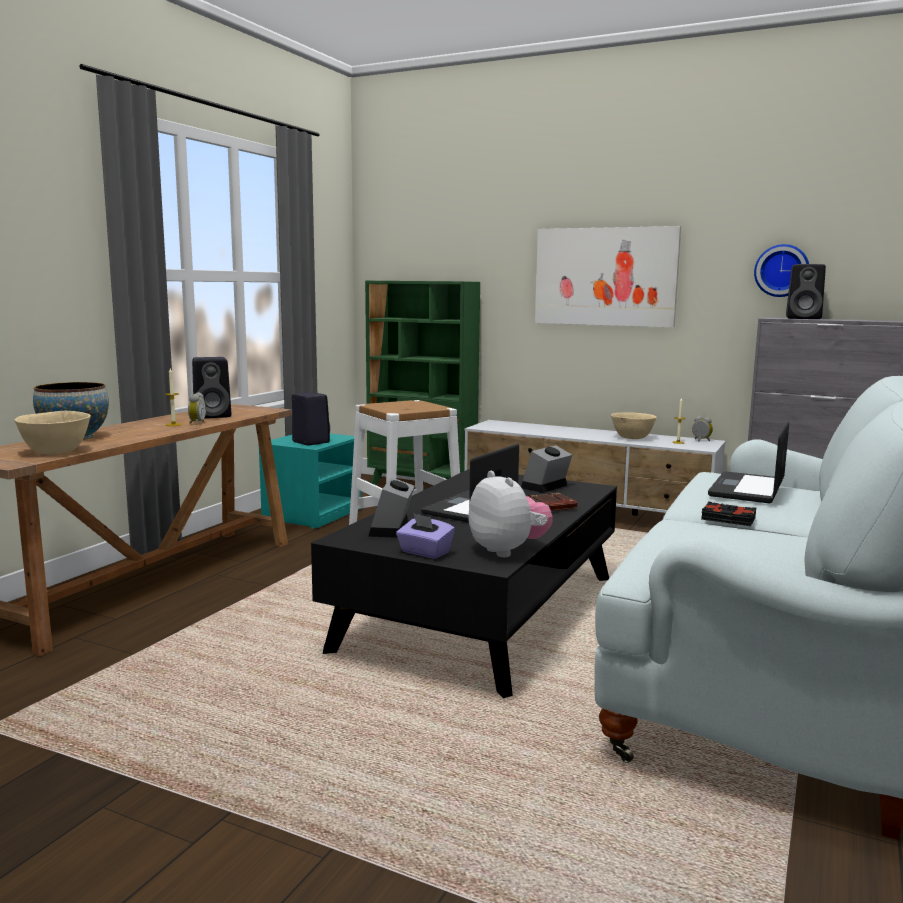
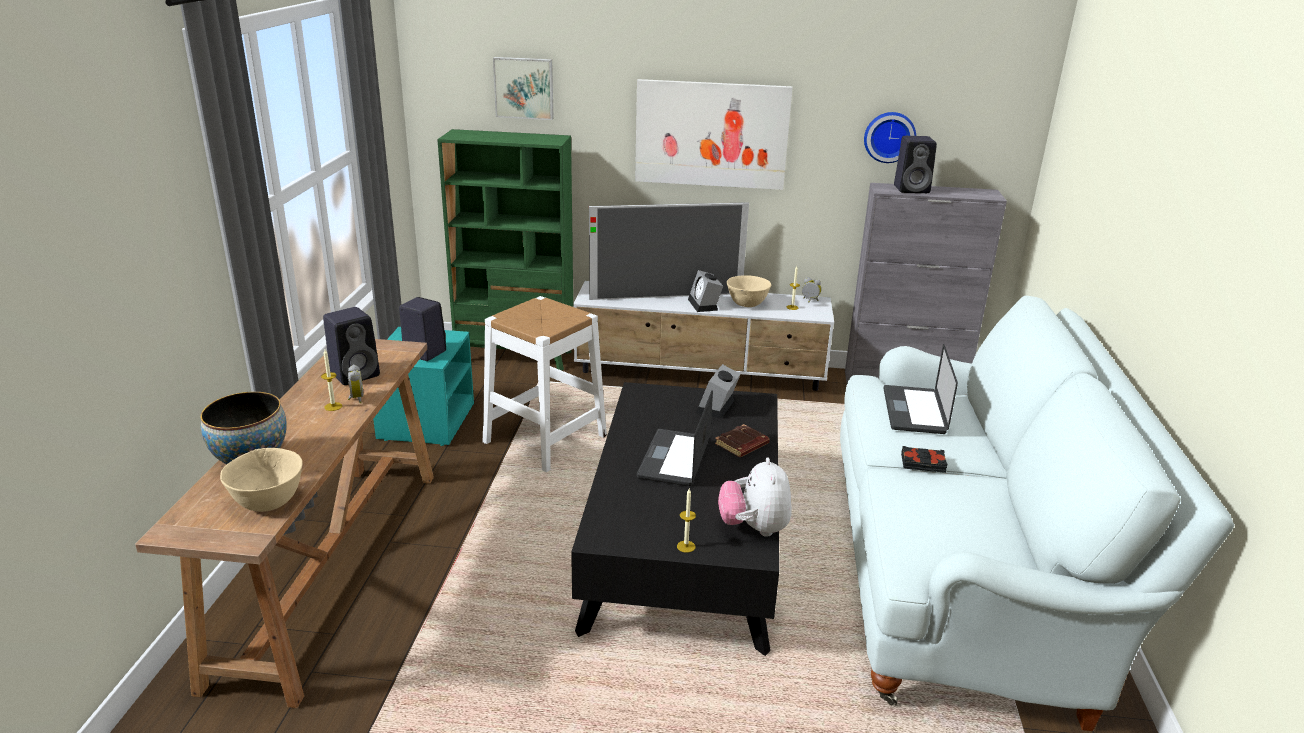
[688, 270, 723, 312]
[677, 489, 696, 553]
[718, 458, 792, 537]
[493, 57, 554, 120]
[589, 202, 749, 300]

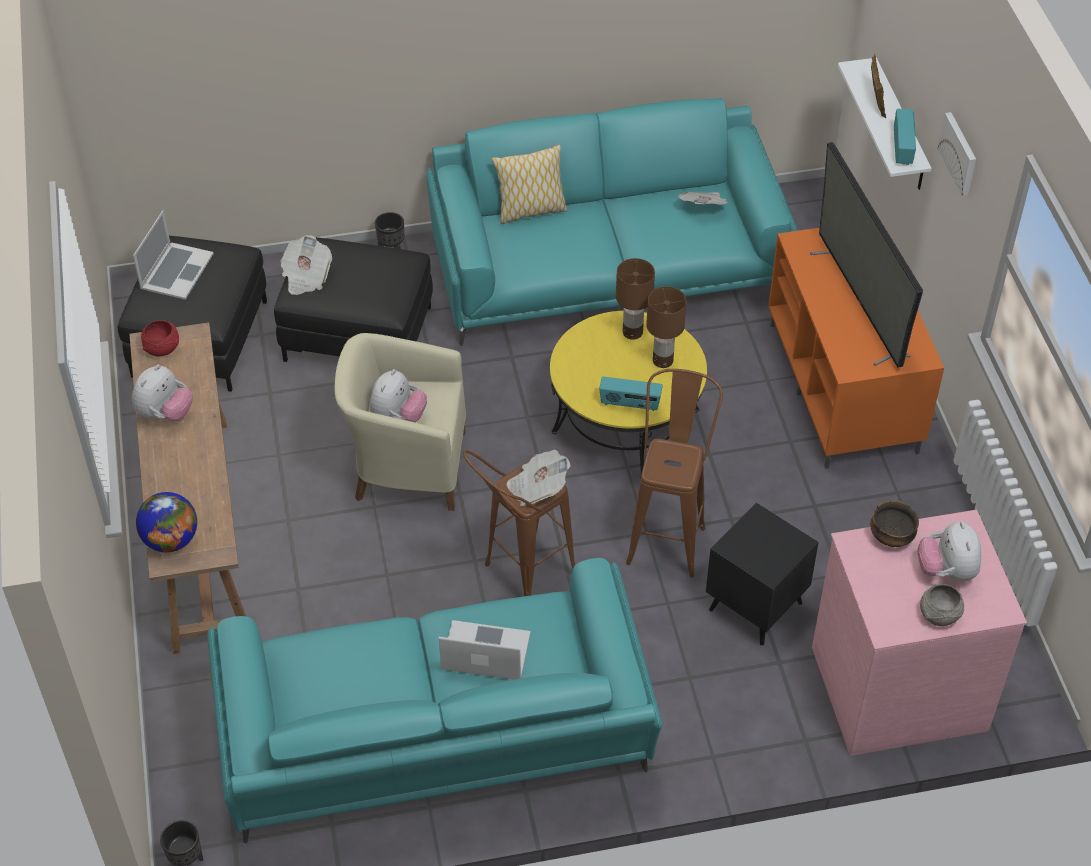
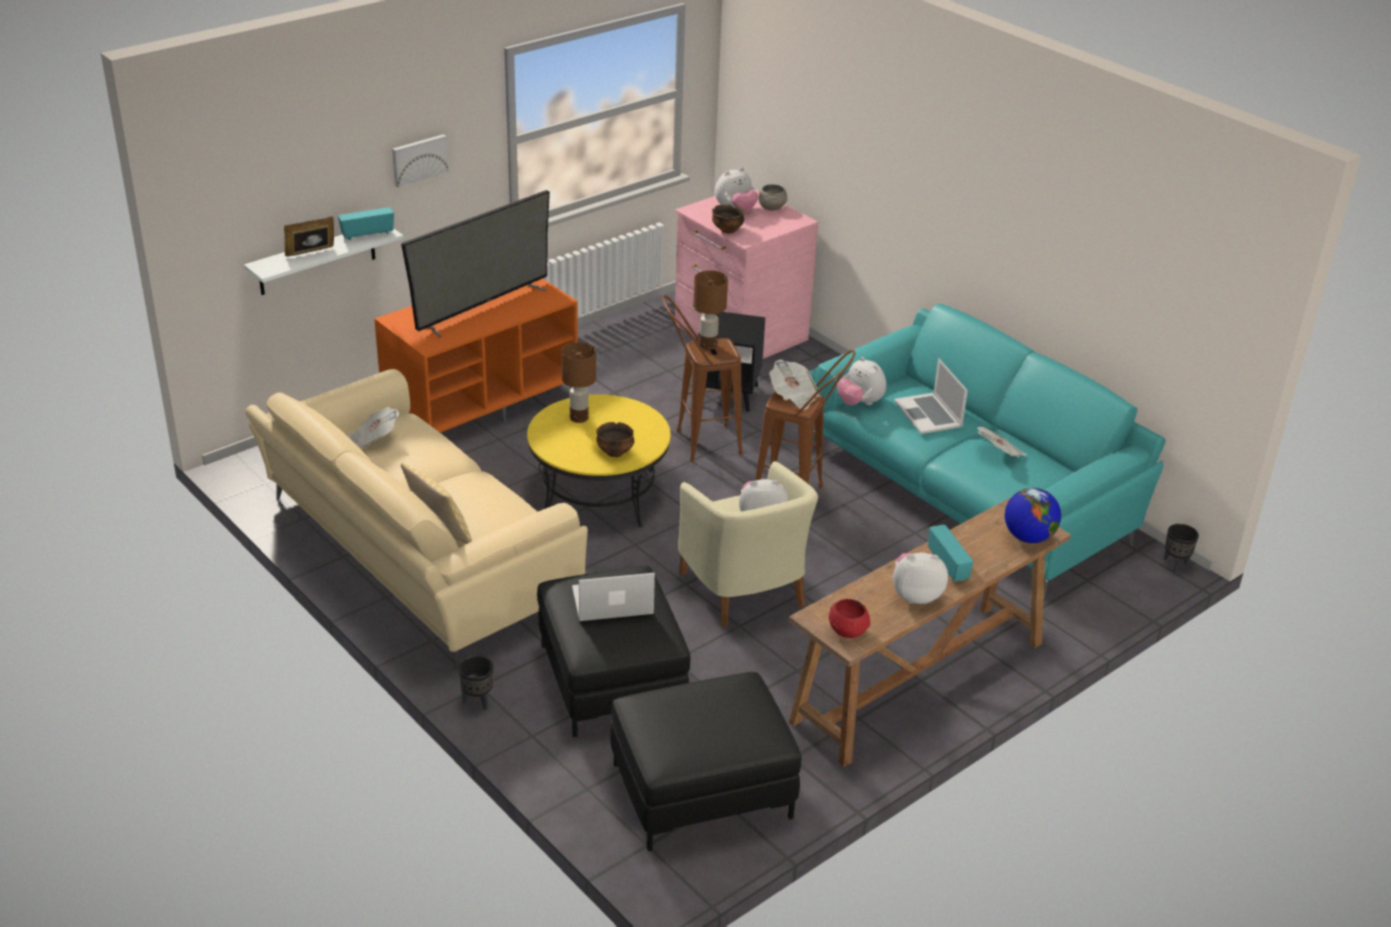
[572, 573, 655, 621]
[977, 427, 1027, 457]
[245, 369, 588, 670]
[928, 524, 974, 581]
[693, 270, 728, 350]
[596, 422, 634, 457]
[837, 357, 886, 405]

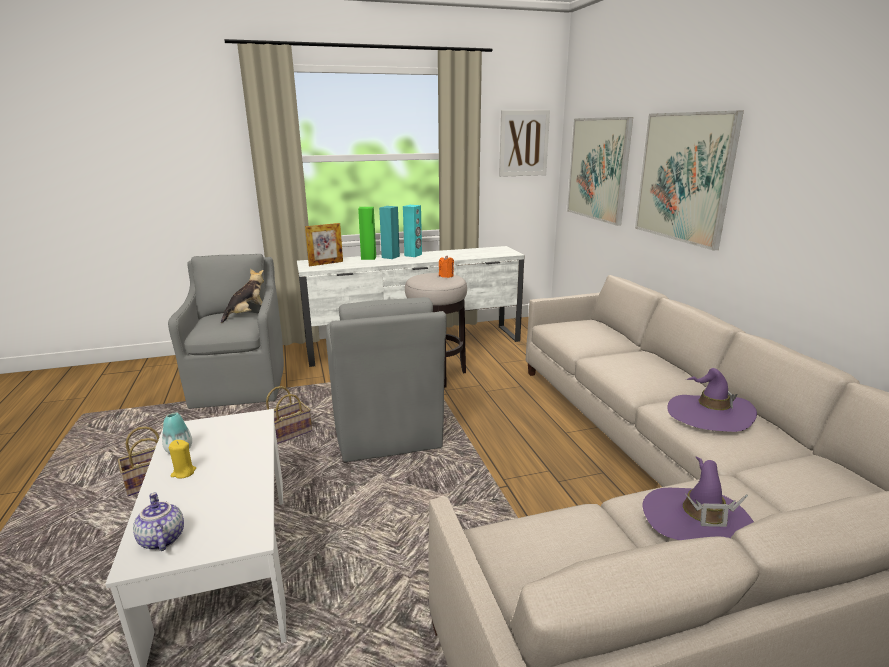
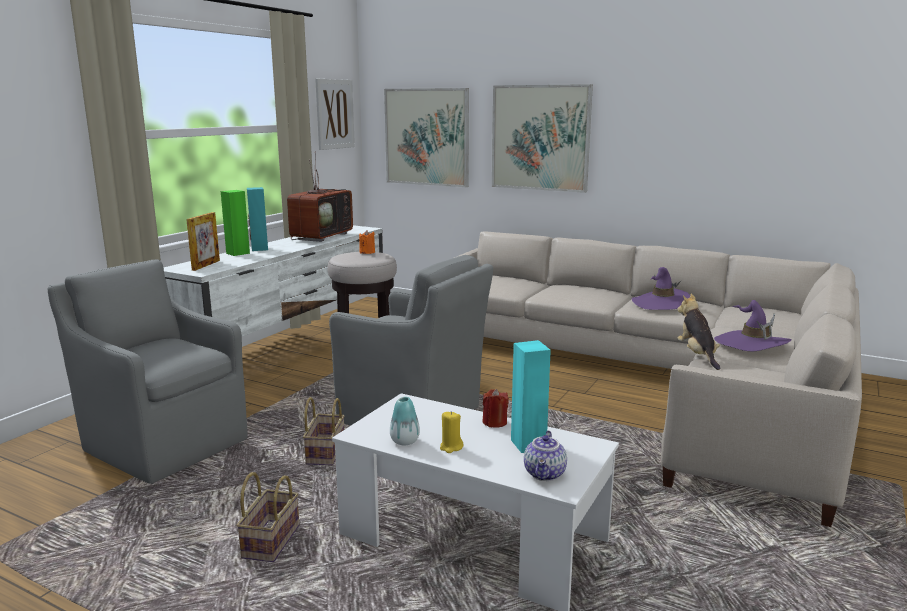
[524, 431, 567, 481]
[677, 293, 720, 370]
[511, 340, 551, 453]
[287, 152, 353, 242]
[483, 389, 509, 428]

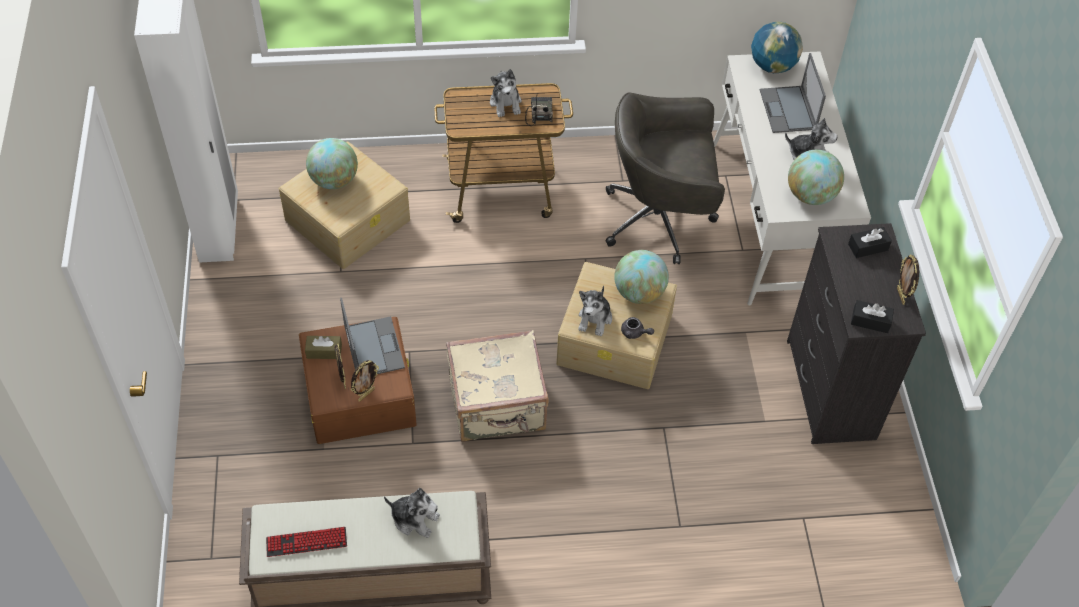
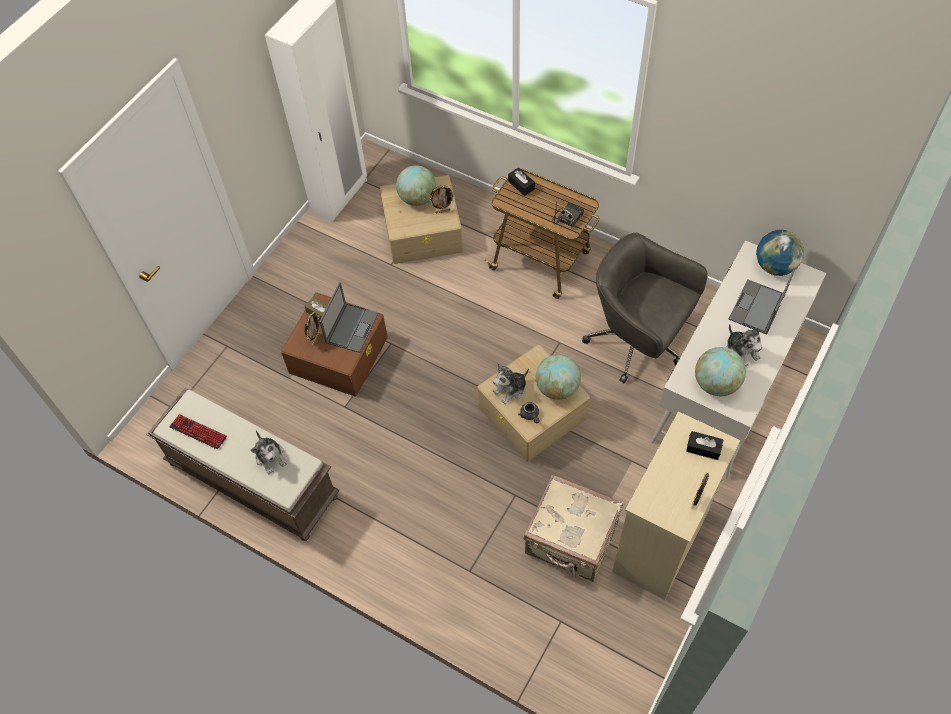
[429, 185, 455, 214]
[524, 475, 623, 582]
[490, 69, 522, 117] (first image)
[612, 411, 740, 600]
[508, 168, 535, 196]

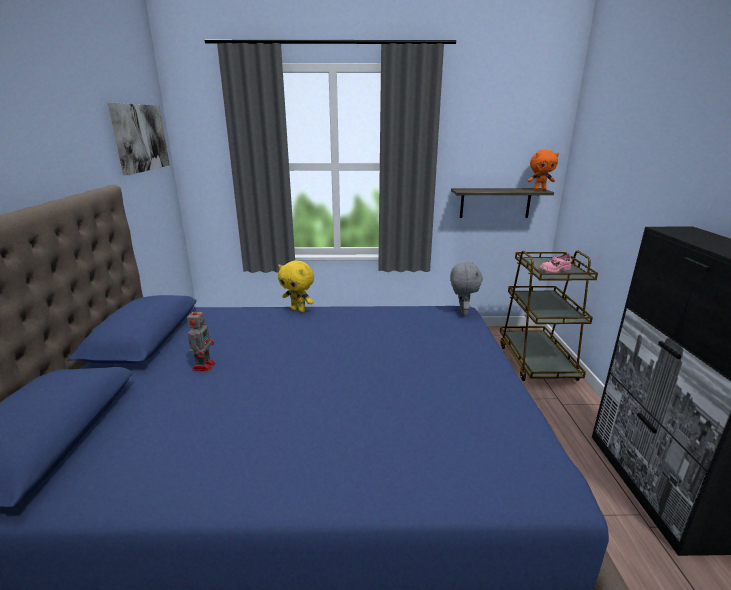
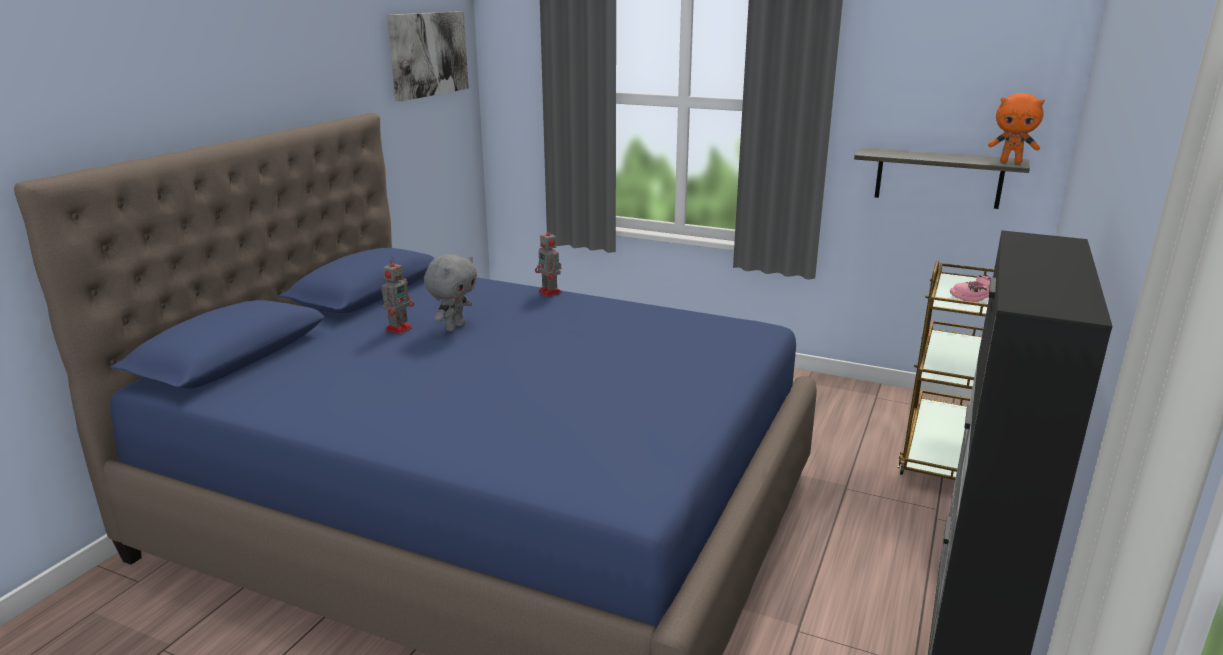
[535, 227, 562, 297]
[424, 254, 477, 331]

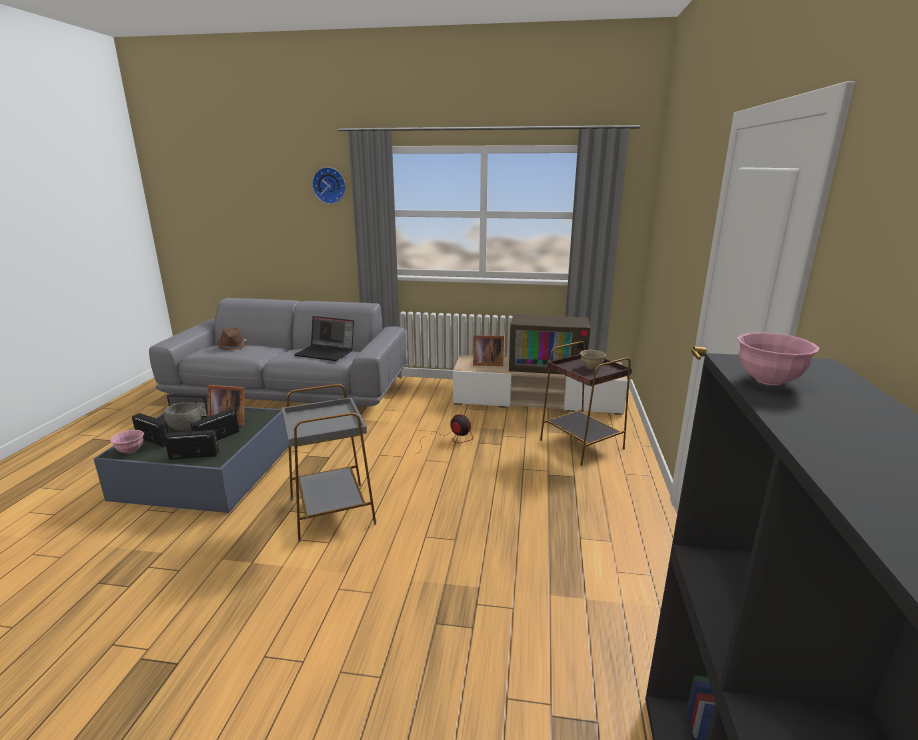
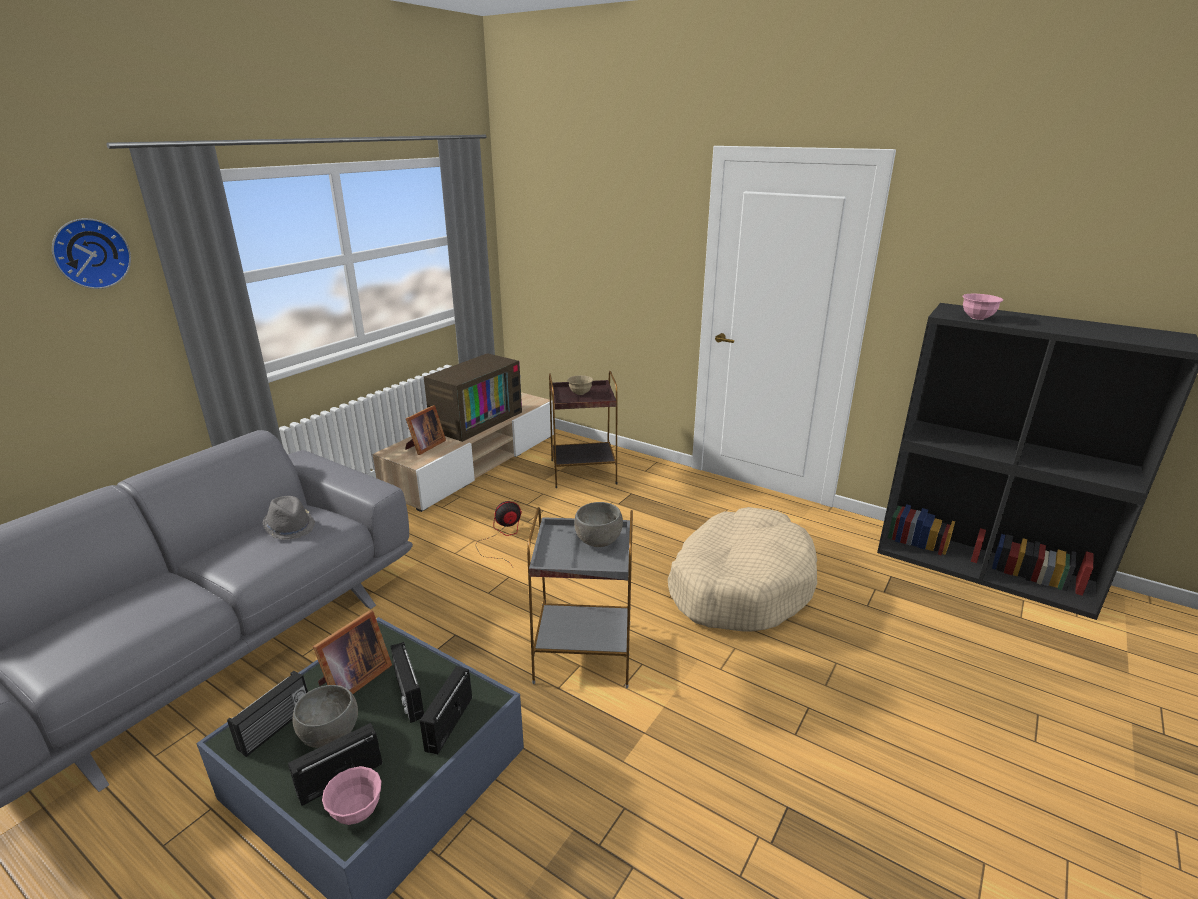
[217, 328, 247, 350] (first image)
[262, 496, 316, 540]
[574, 502, 623, 547]
[668, 507, 817, 632]

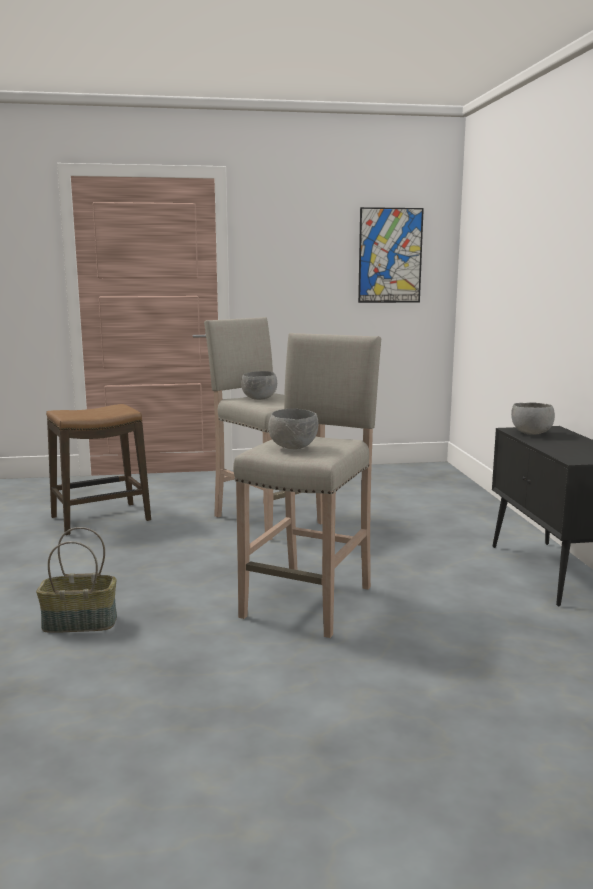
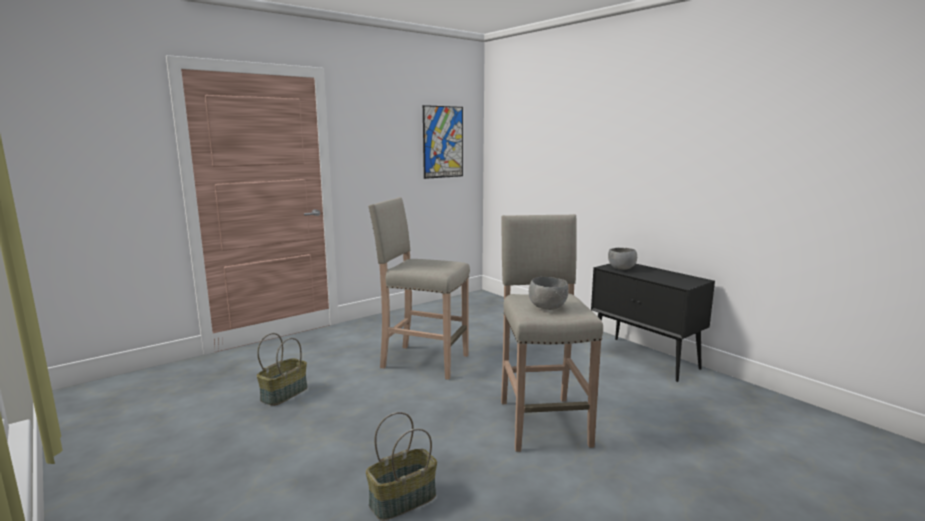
[257, 333, 308, 406]
[241, 371, 277, 400] (first image)

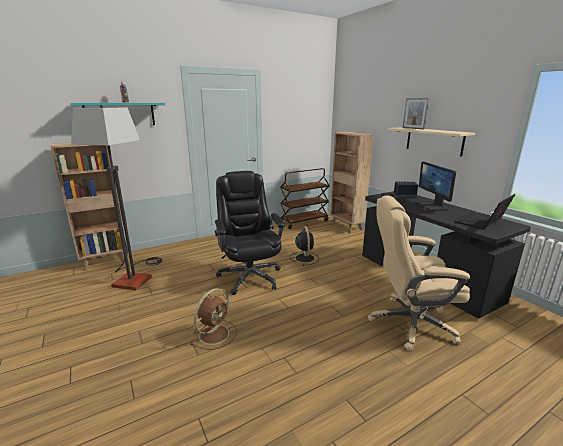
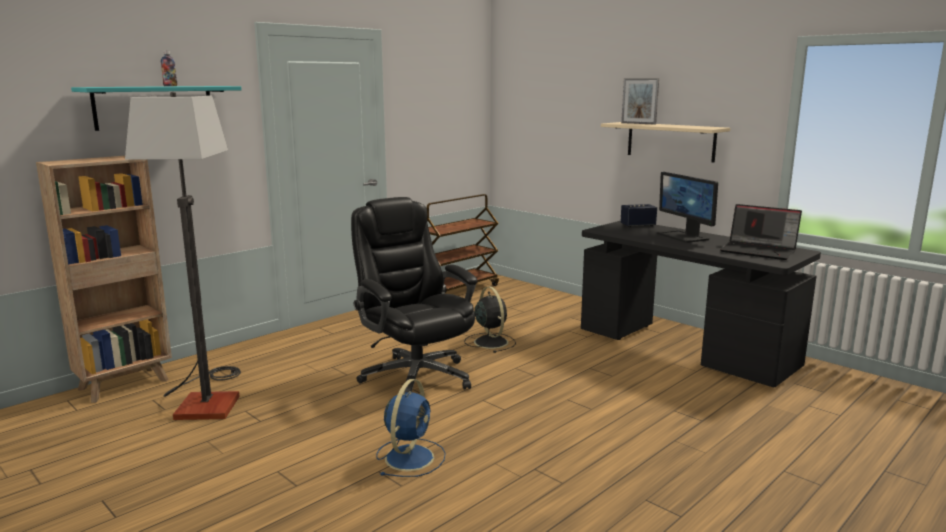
[376, 379, 446, 477]
[330, 132, 373, 233] (first image)
[368, 195, 470, 351] (first image)
[720, 204, 802, 260]

